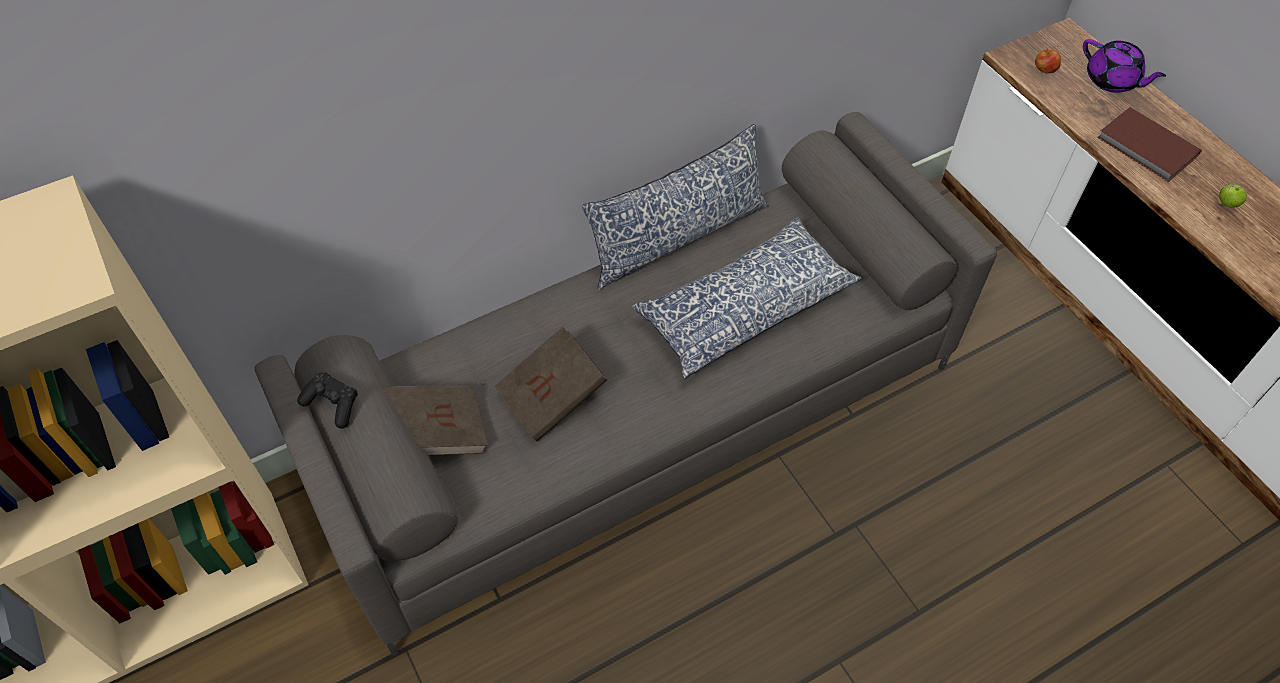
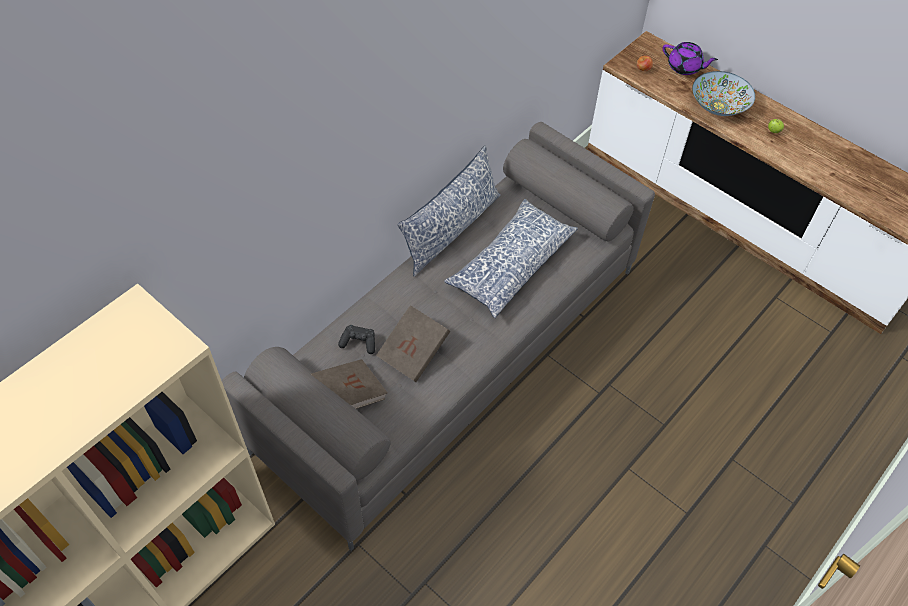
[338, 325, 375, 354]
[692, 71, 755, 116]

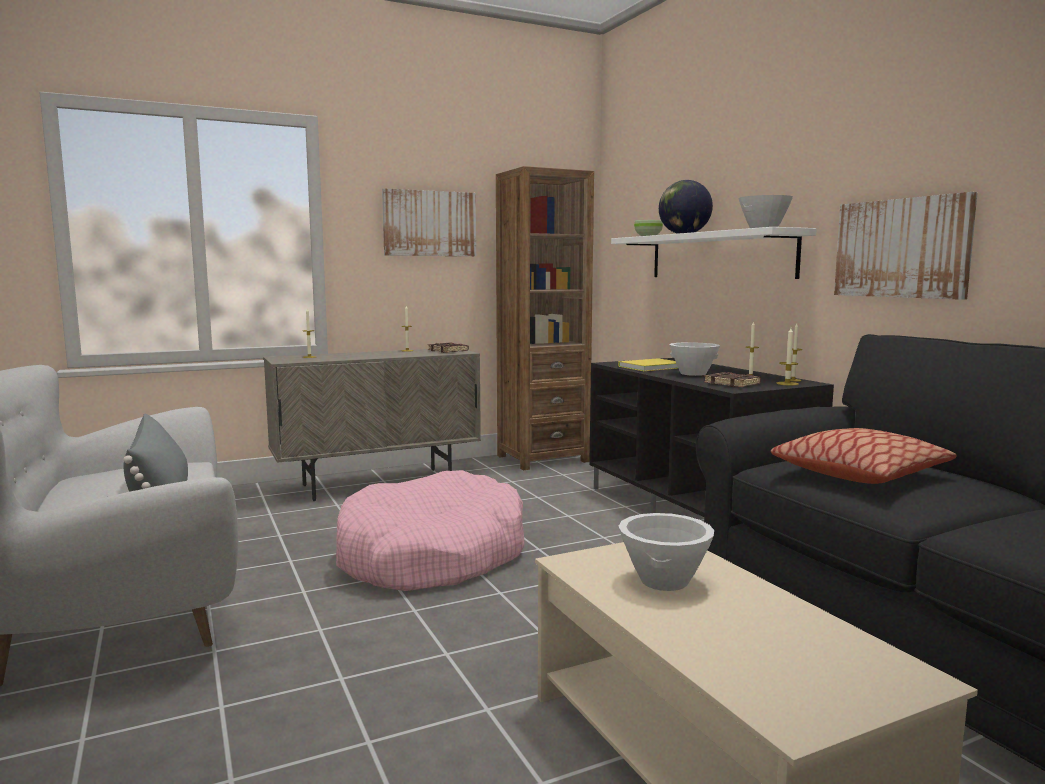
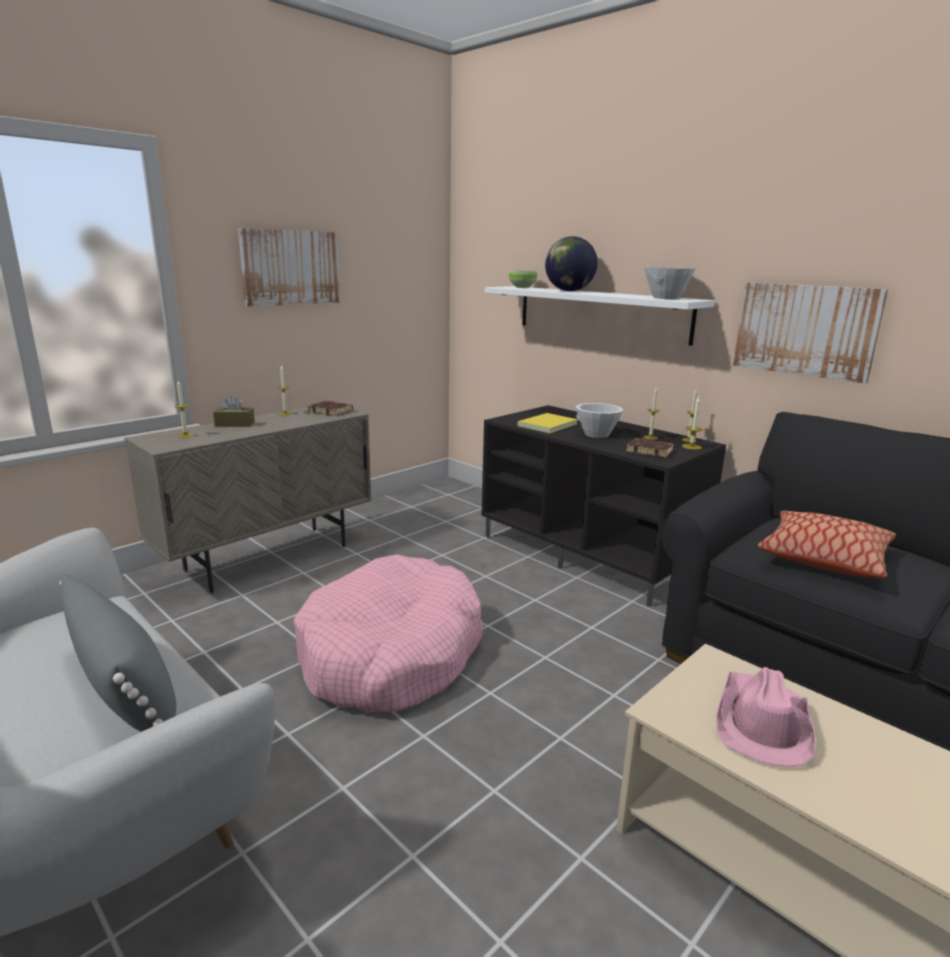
[496, 166, 594, 470] (first image)
[716, 667, 816, 767]
[213, 396, 255, 427]

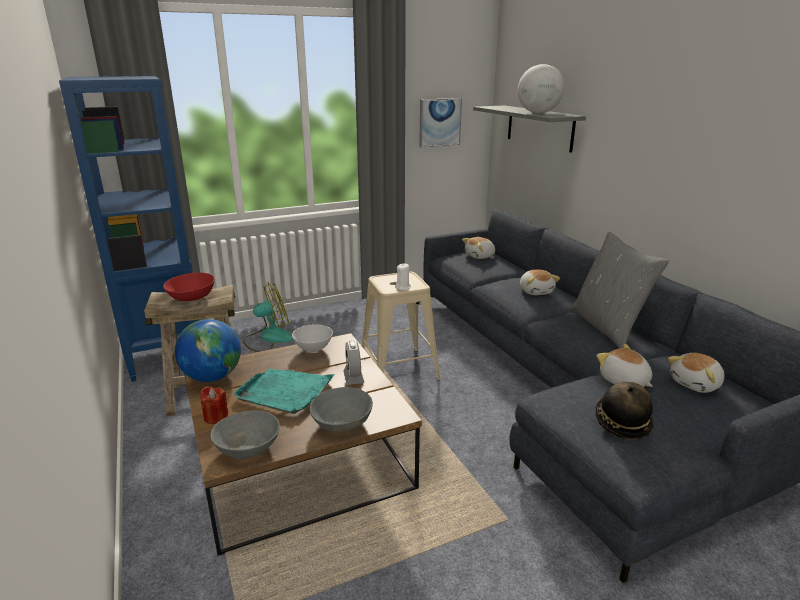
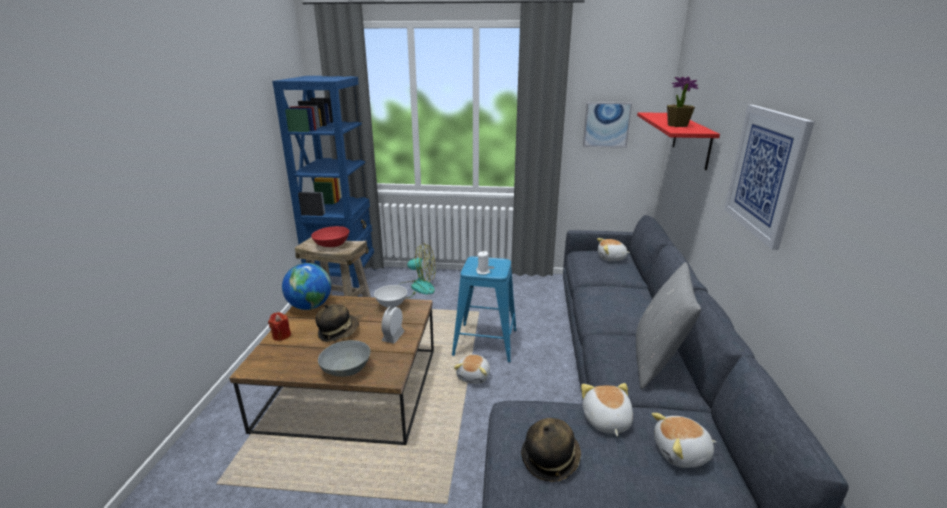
[210, 410, 280, 459] (first image)
[315, 304, 359, 342]
[452, 256, 517, 363]
[637, 112, 720, 170]
[667, 77, 698, 127]
[454, 355, 490, 384]
[724, 105, 815, 250]

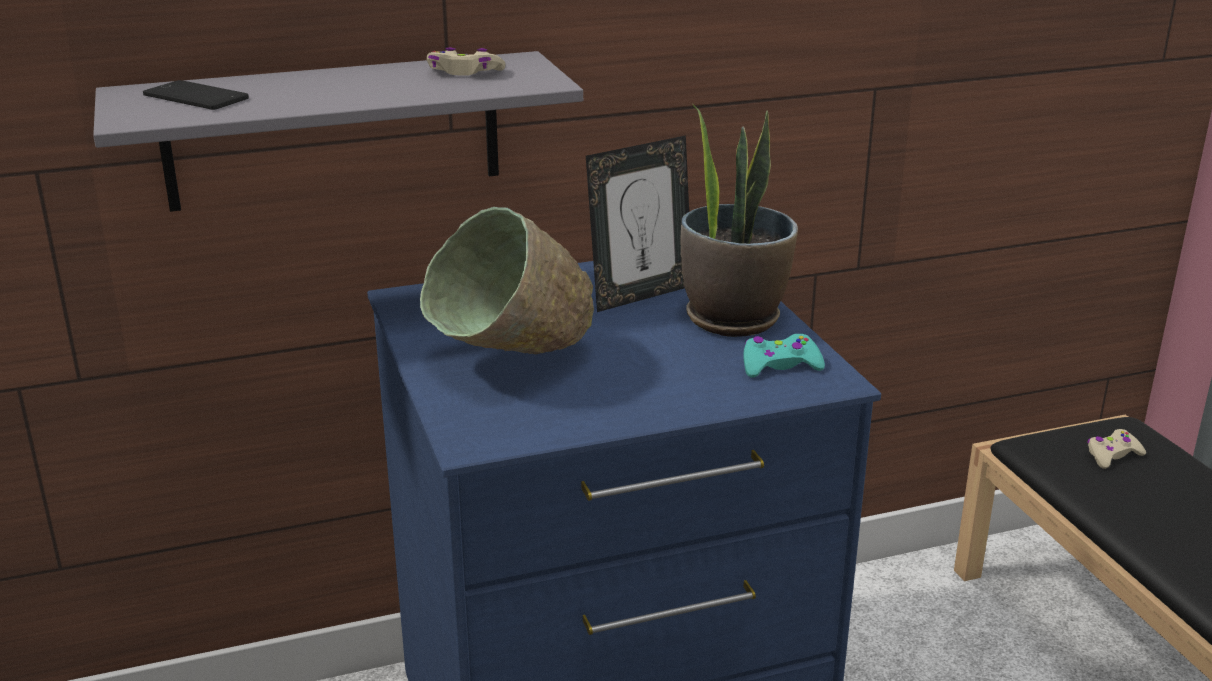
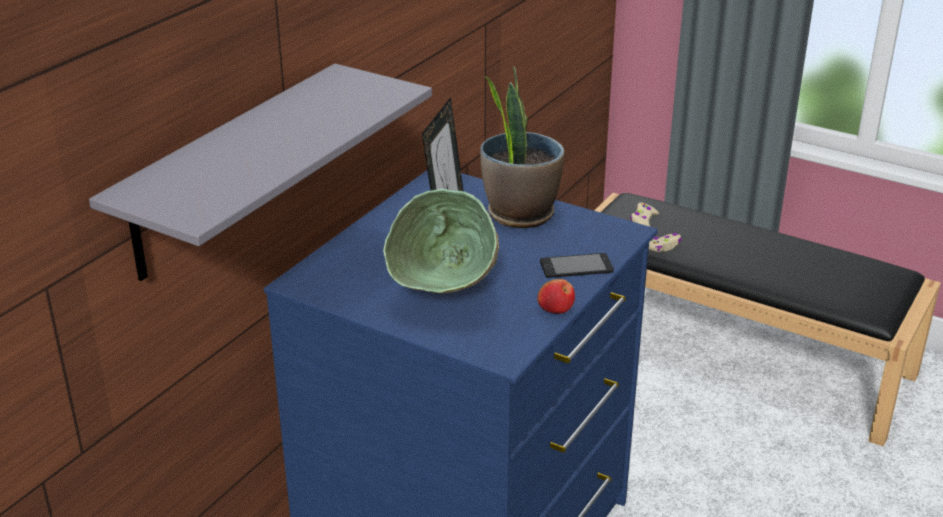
[540, 253, 614, 278]
[649, 233, 682, 252]
[743, 334, 825, 377] (first image)
[538, 279, 575, 314]

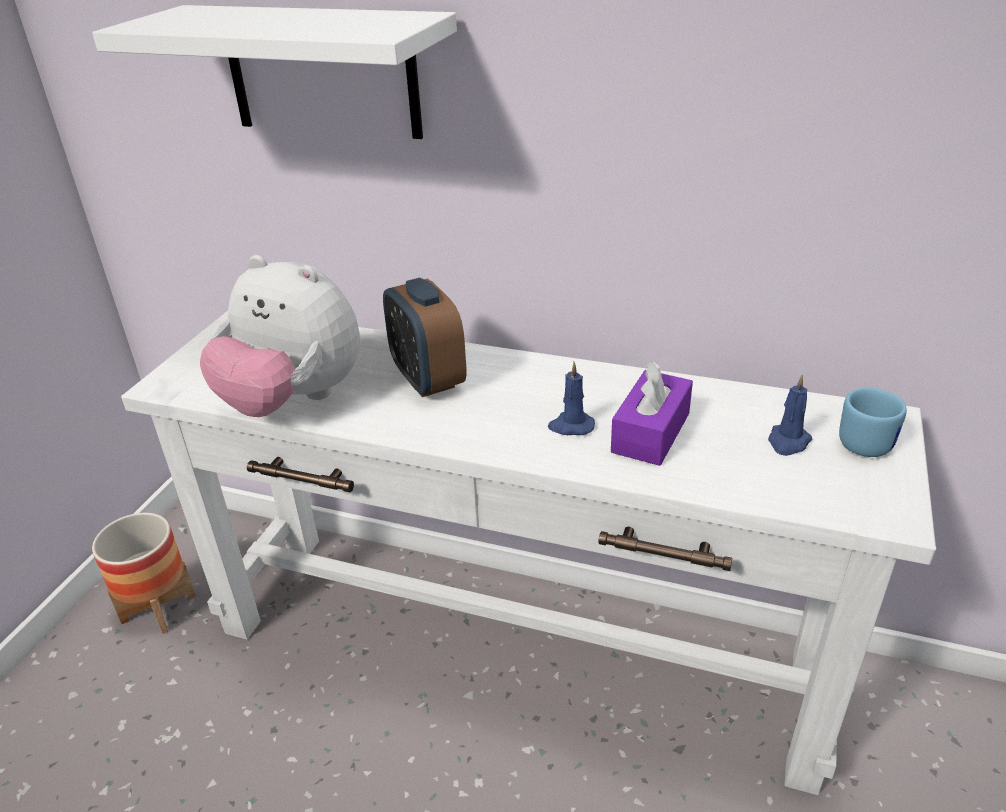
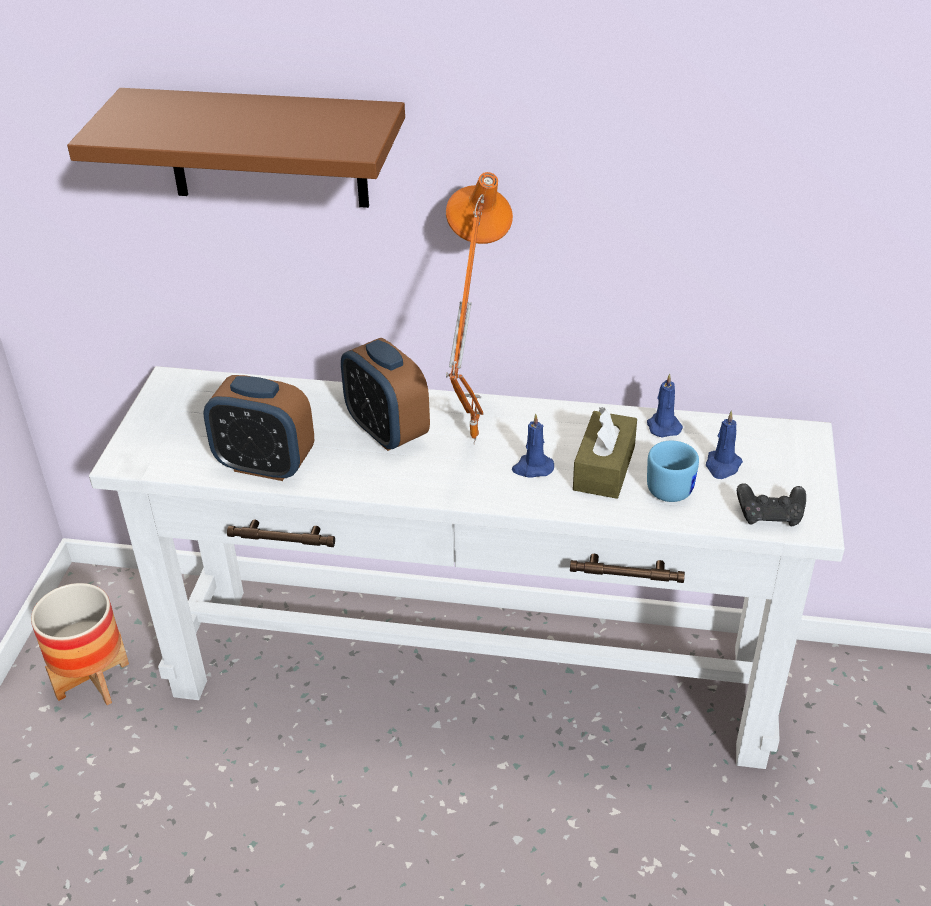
[67, 88, 405, 208]
[203, 375, 314, 481]
[573, 407, 637, 499]
[647, 441, 699, 502]
[446, 172, 513, 444]
[647, 373, 683, 438]
[737, 483, 806, 526]

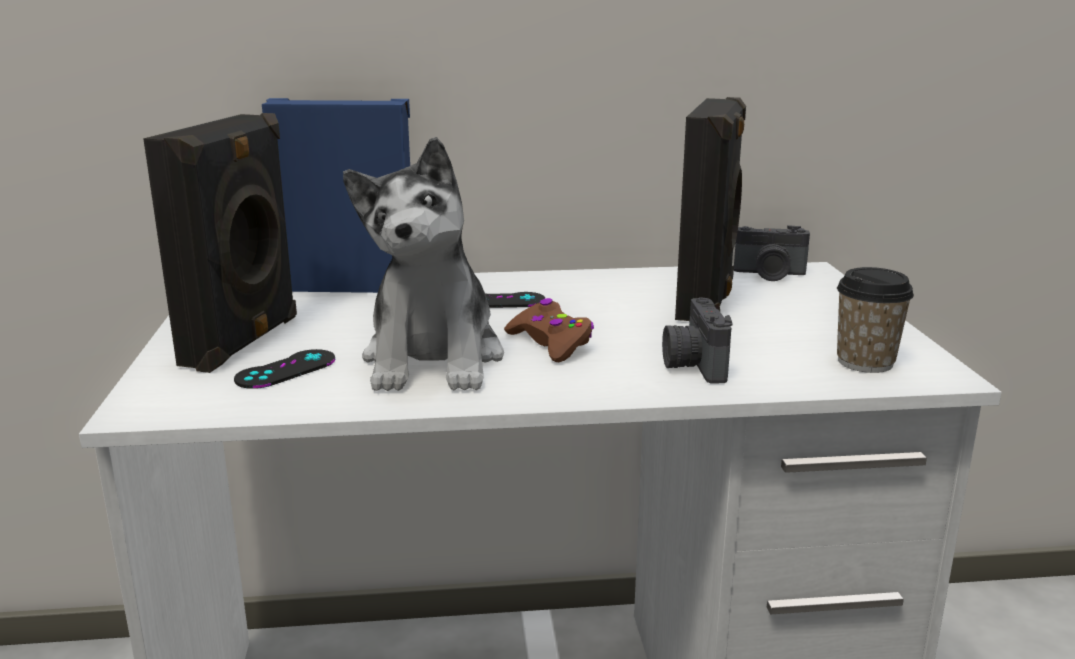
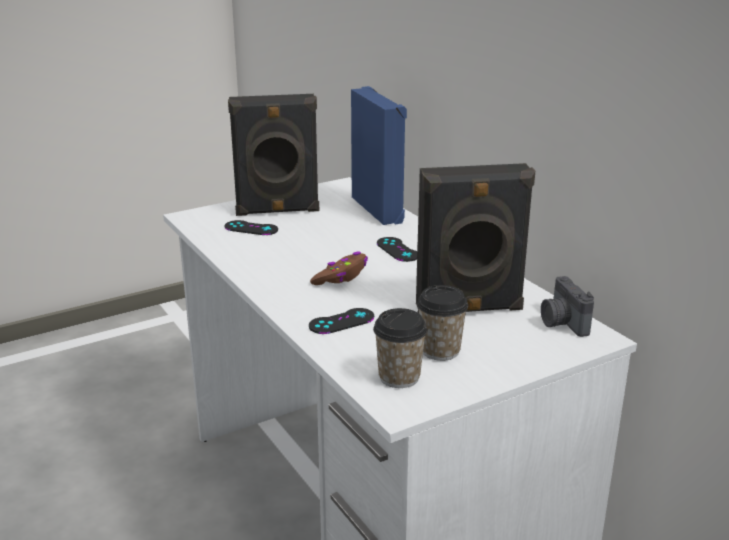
[343, 137, 504, 391] (first image)
[309, 308, 374, 334]
[417, 285, 468, 361]

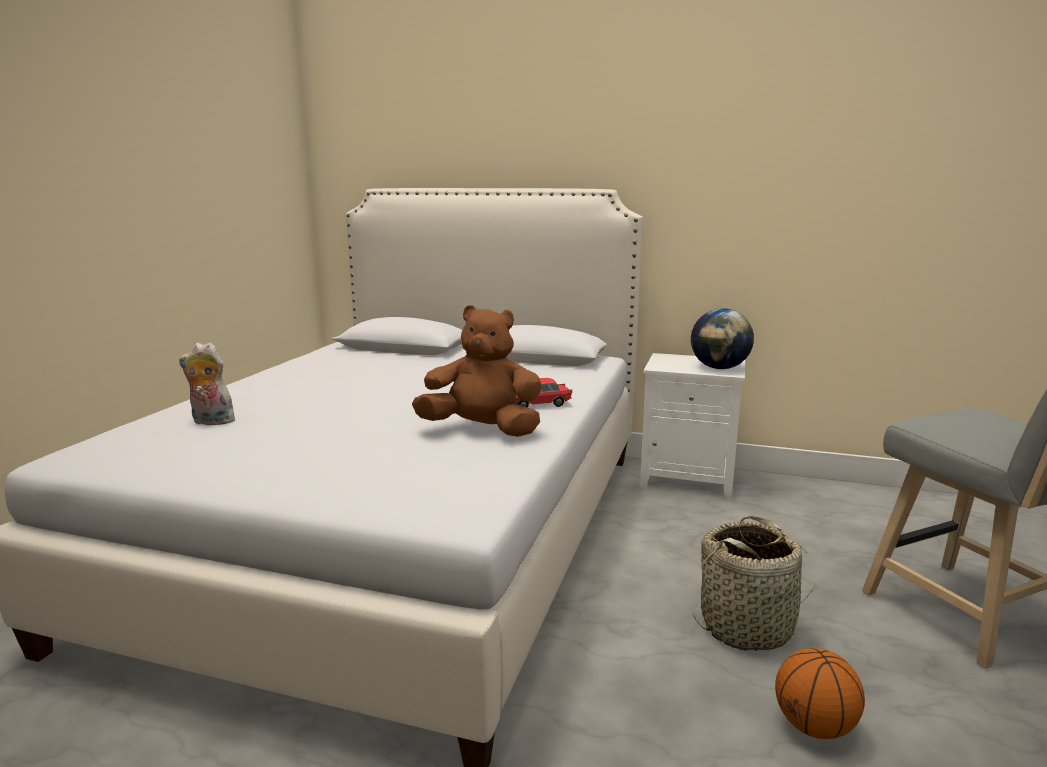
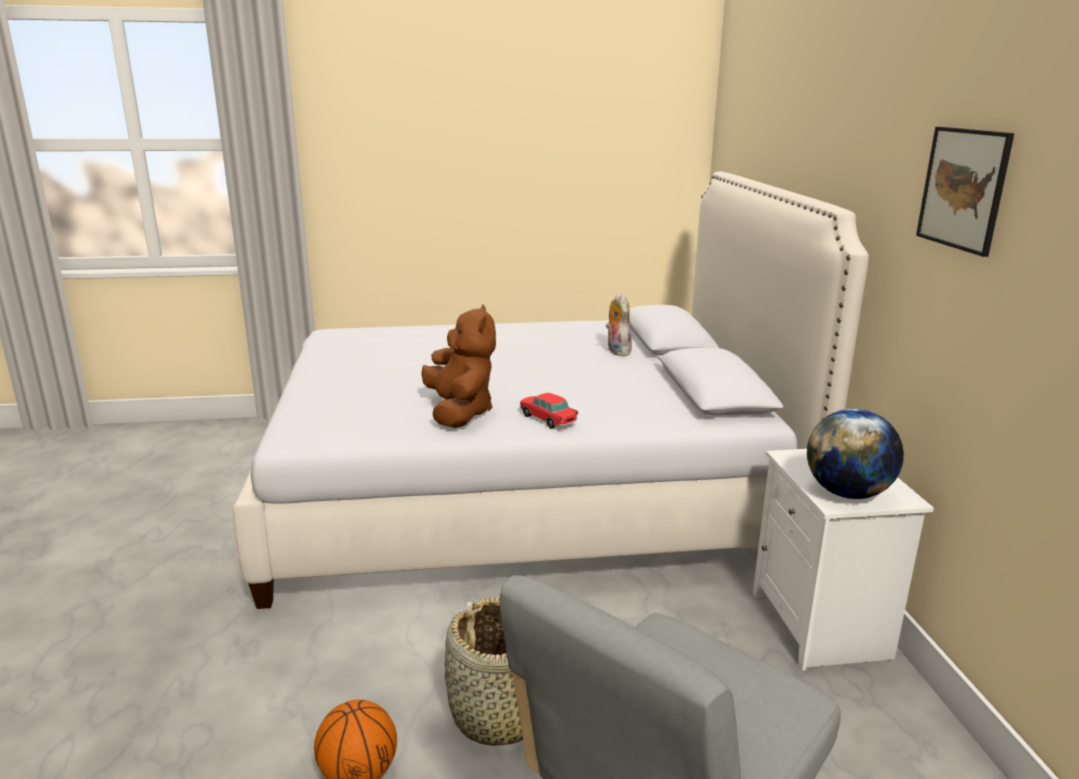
[606, 293, 633, 356]
[916, 127, 1014, 257]

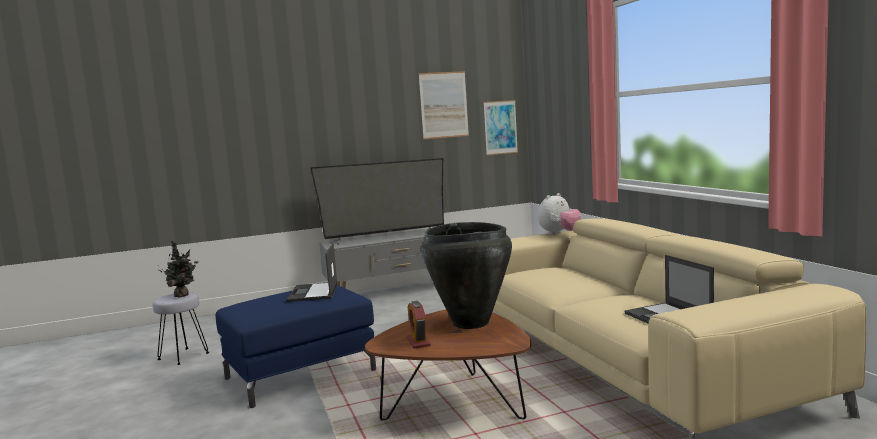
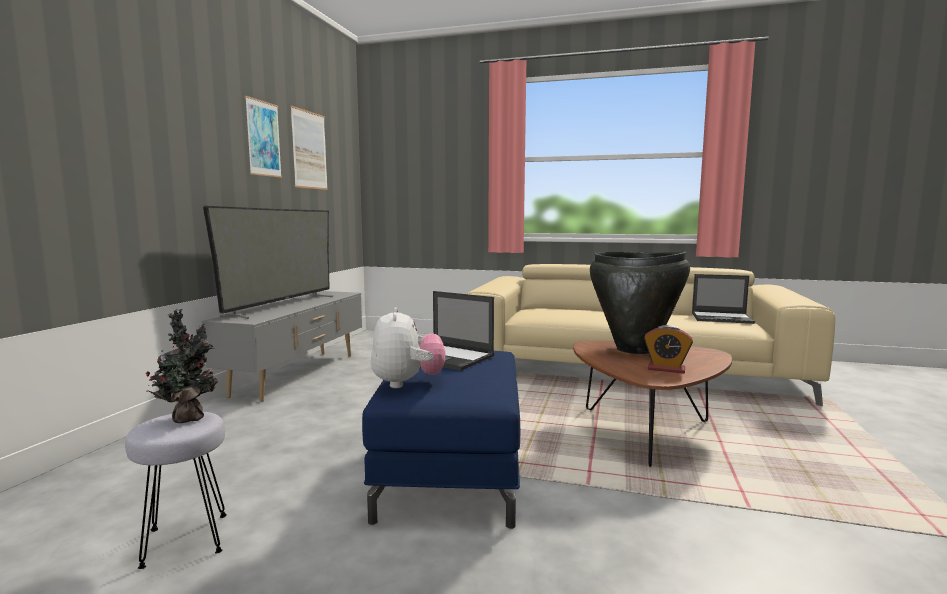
[245, 96, 282, 178]
[371, 307, 445, 388]

